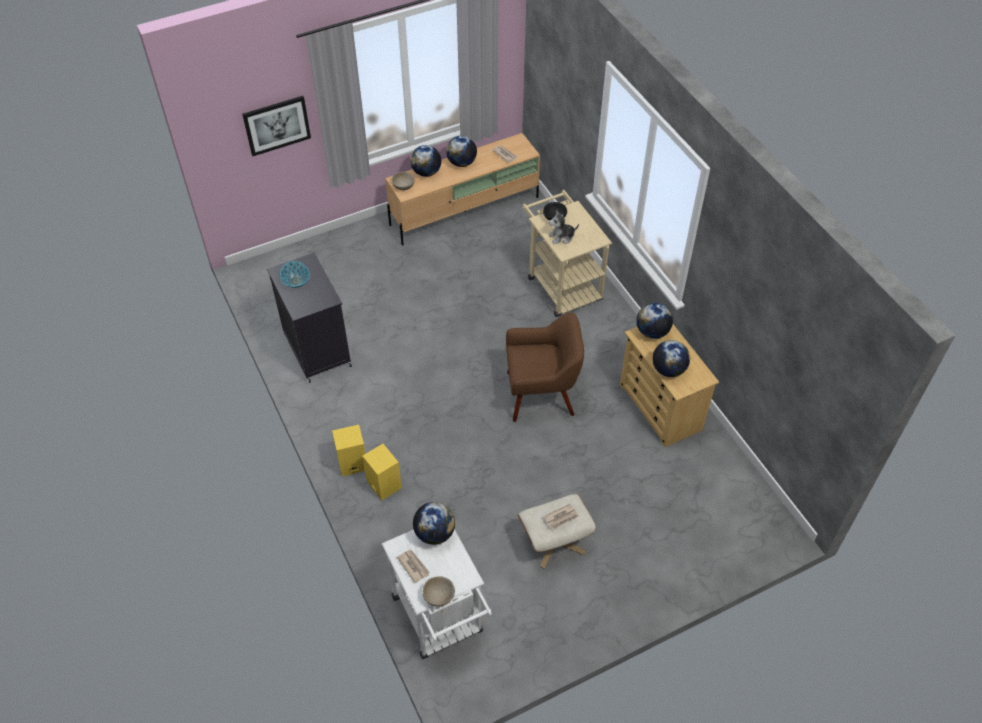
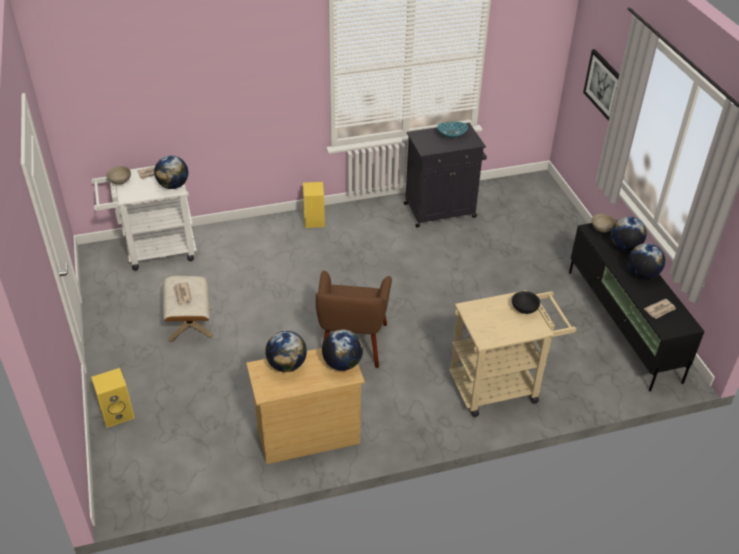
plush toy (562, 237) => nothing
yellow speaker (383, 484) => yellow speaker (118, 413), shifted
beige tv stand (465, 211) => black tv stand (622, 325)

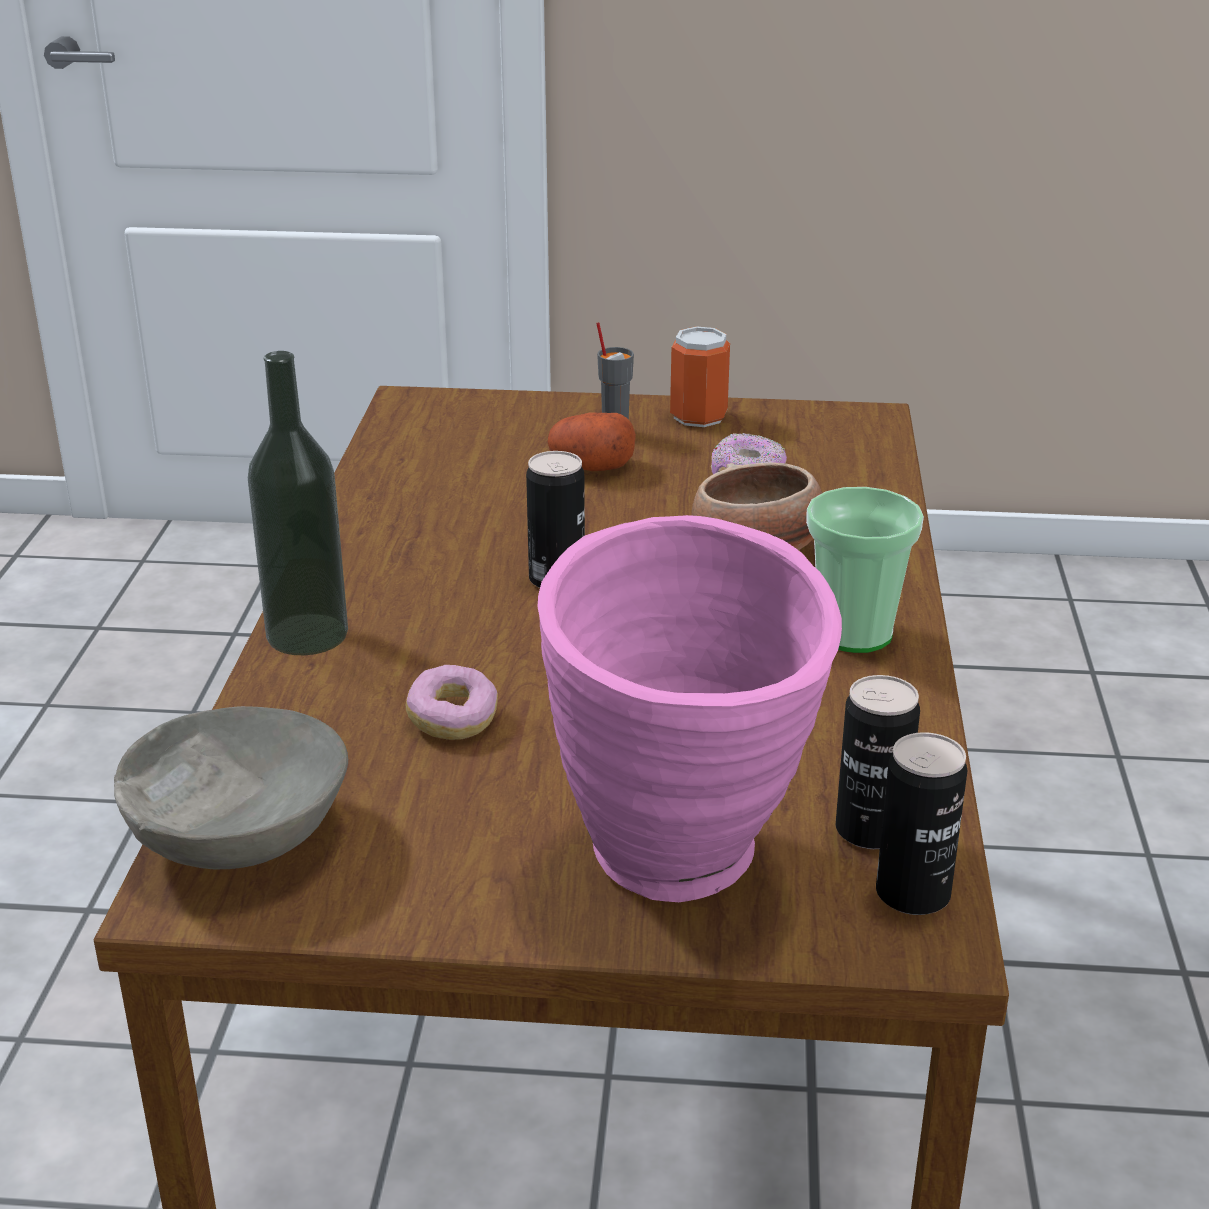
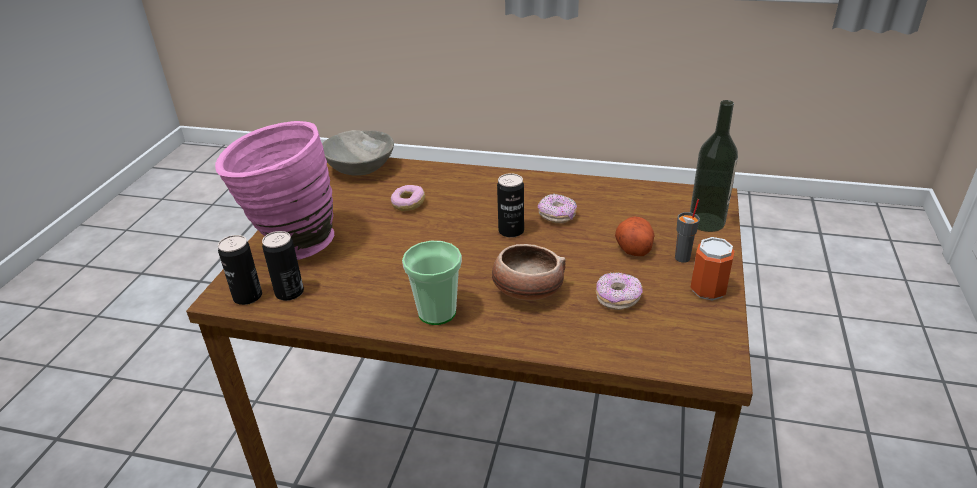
nothing => donut (557, 216)
bottle (307, 634) => bottle (706, 222), shifted

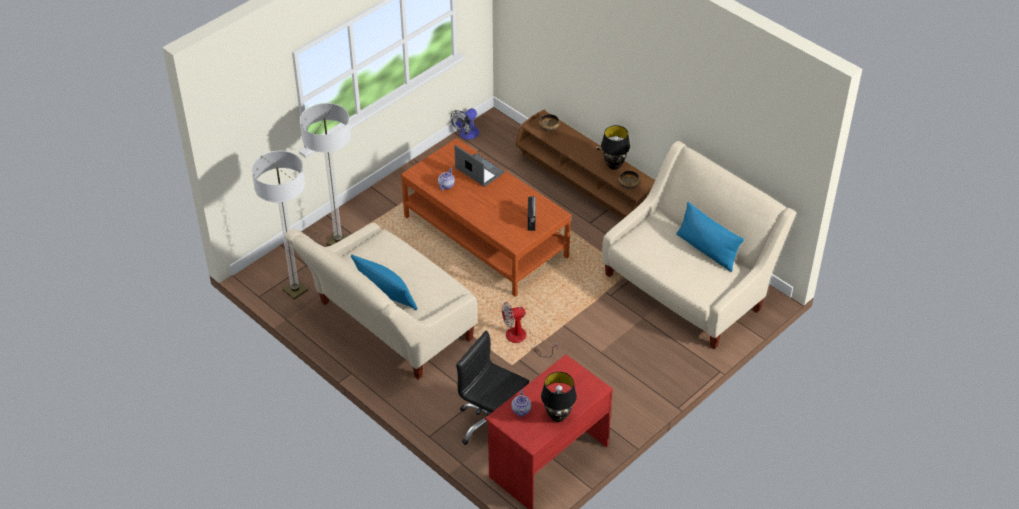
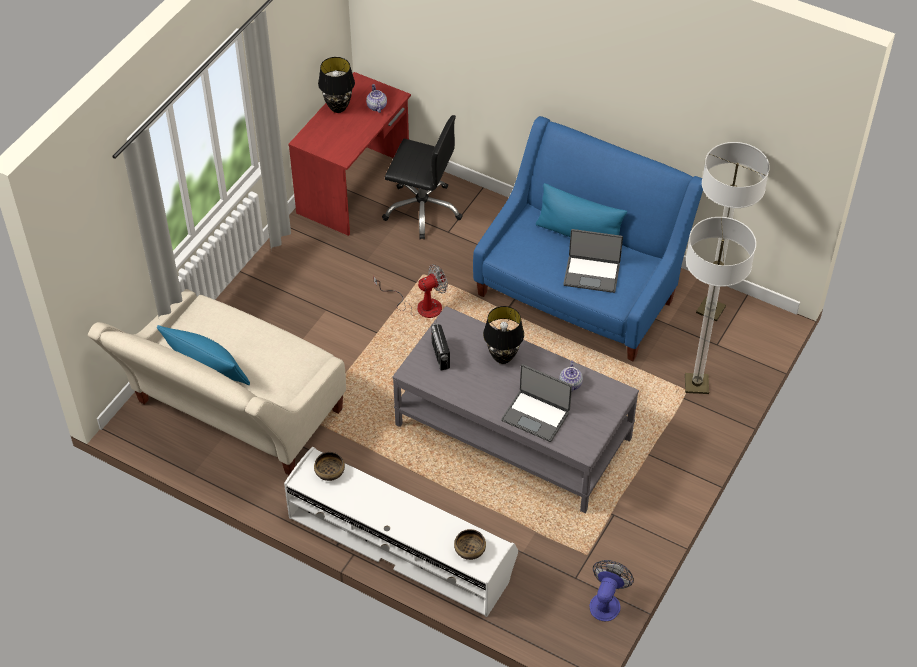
nothing => laptop (592, 274)
black table lamp (614, 166) => black table lamp (502, 357), shifted
beige sofa (388, 326) => blue sofa (580, 289)
brown coffee table (485, 236) => grey coffee table (513, 432)
brown tv stand (585, 187) => white tv stand (401, 543)

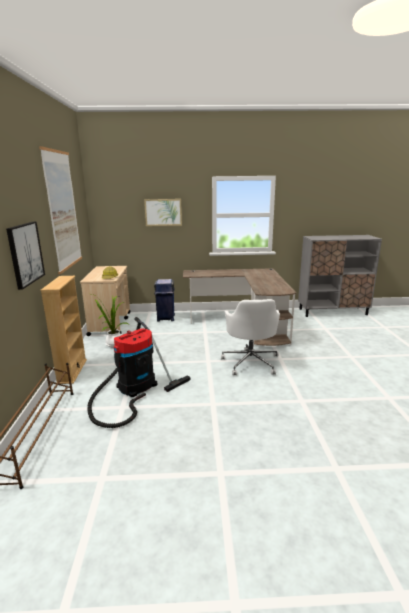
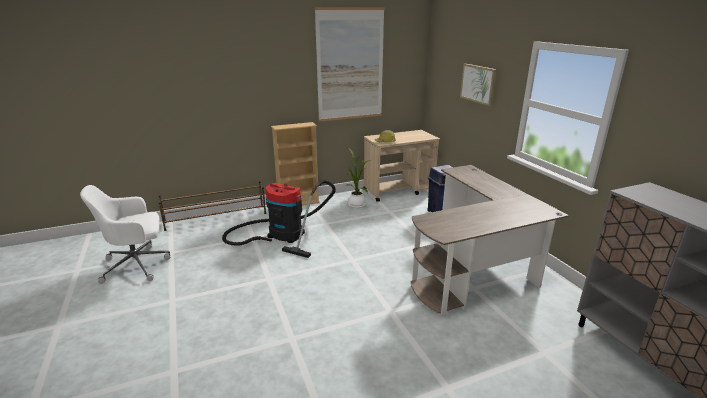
picture (25, 254) => nothing
white office chair (251, 362) => white office chair (137, 265), shifted

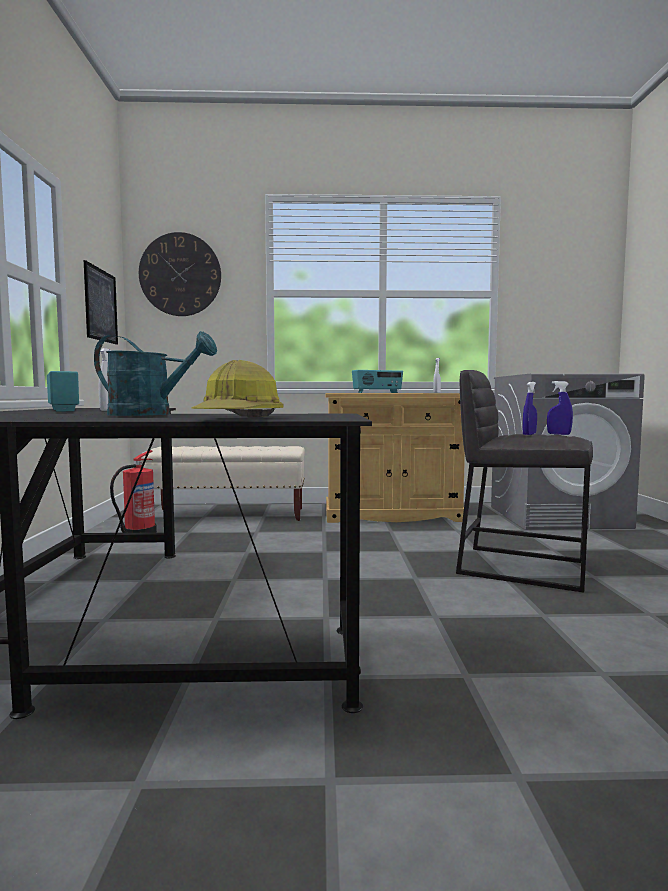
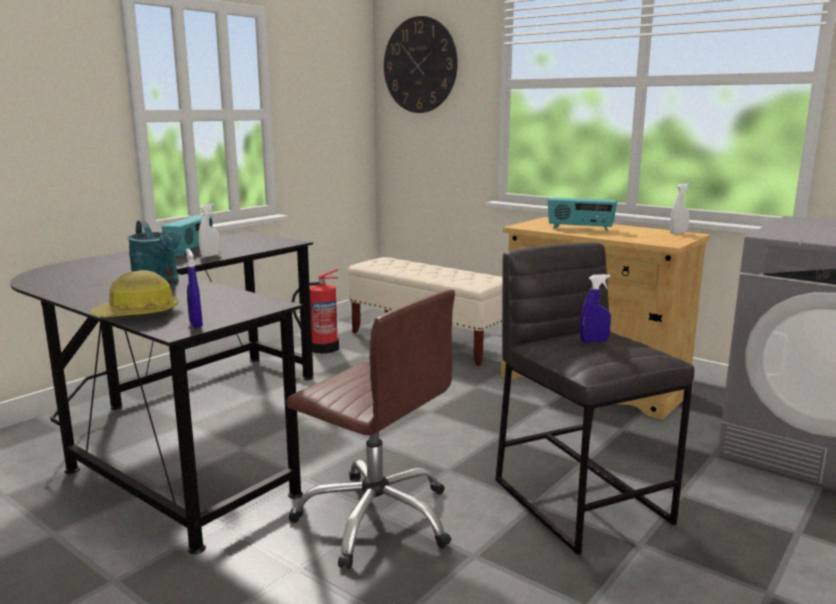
picture (101, 305) => nothing
nothing => brown office chair (376, 518)
blue spray bottle (559, 434) => blue spray bottle (196, 324), shifted

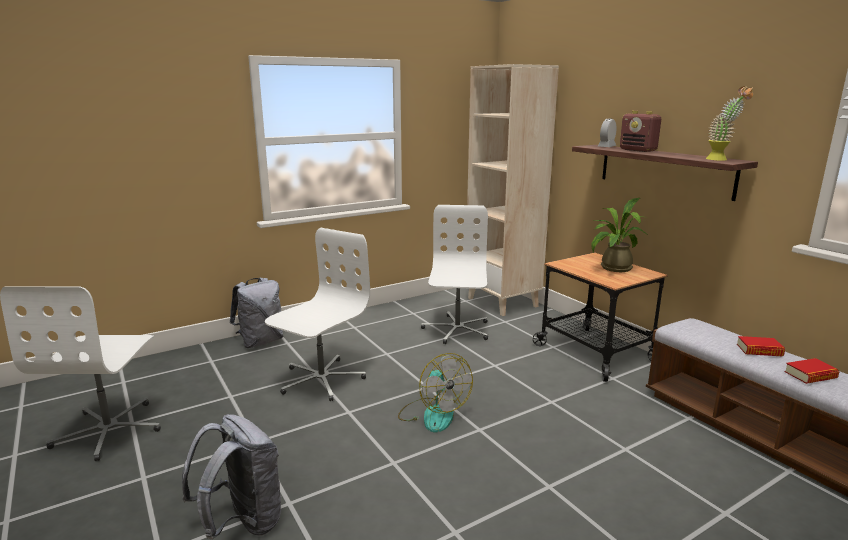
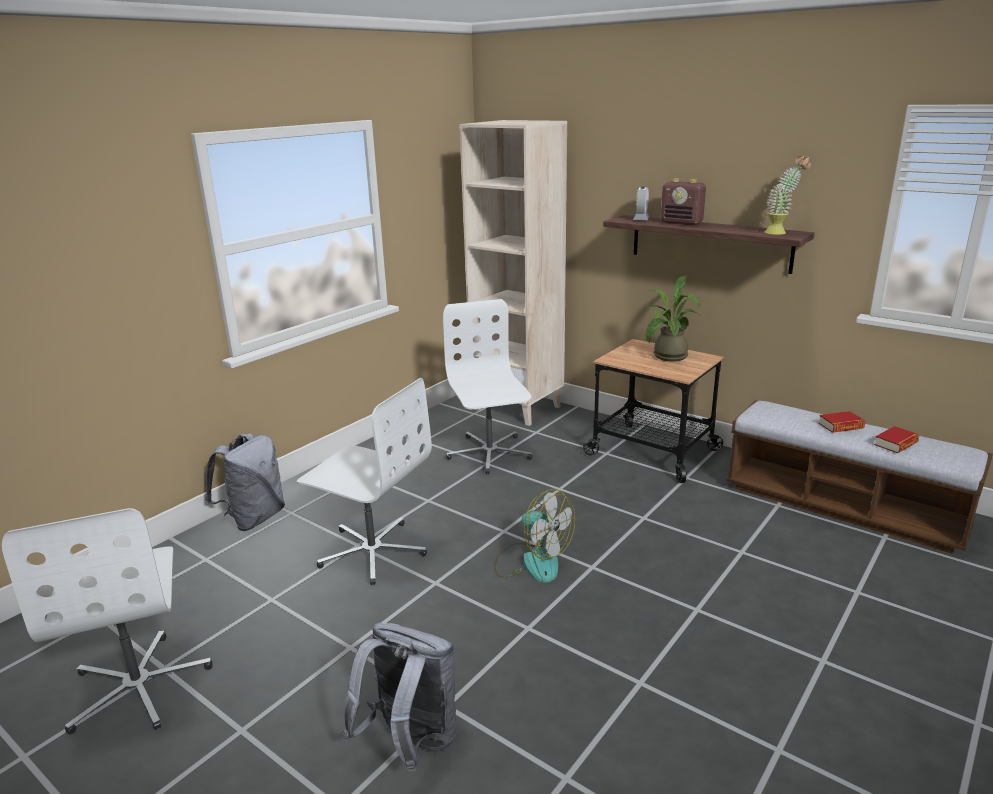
white office chair (321, 380) => white office chair (372, 551), 105 degrees clockwise

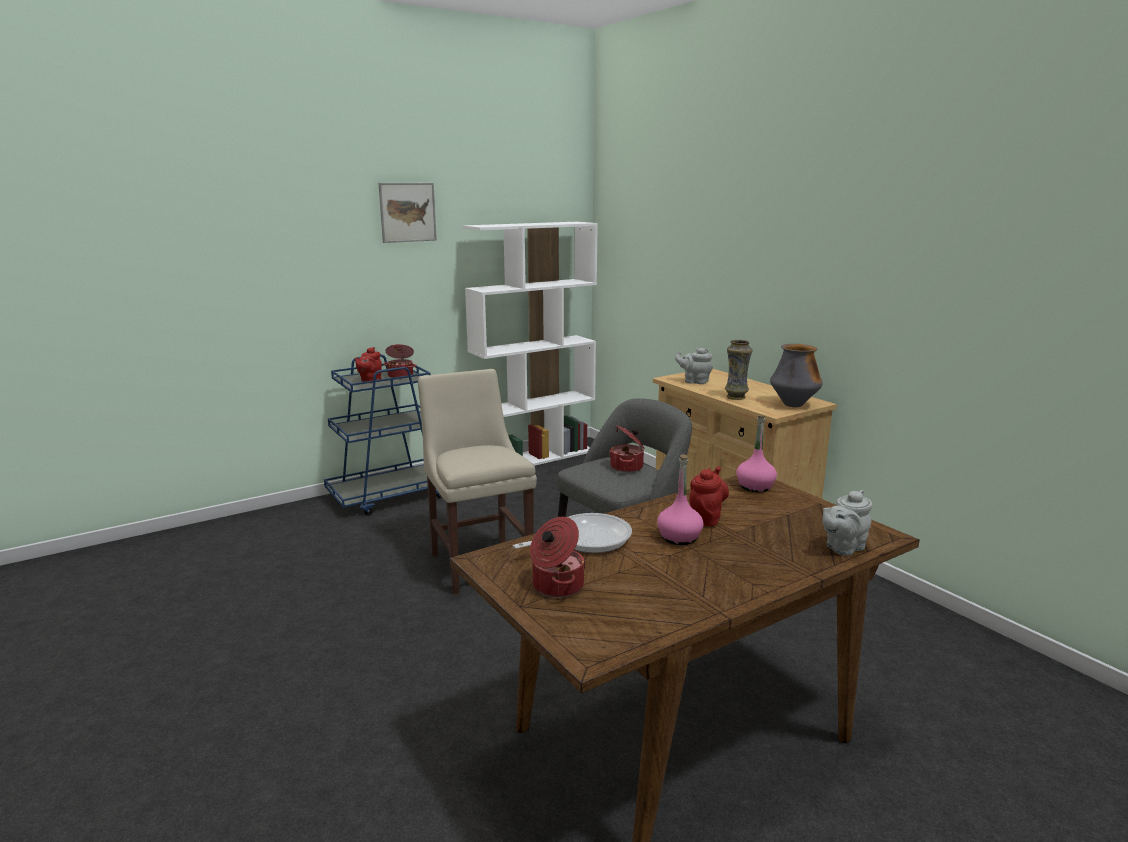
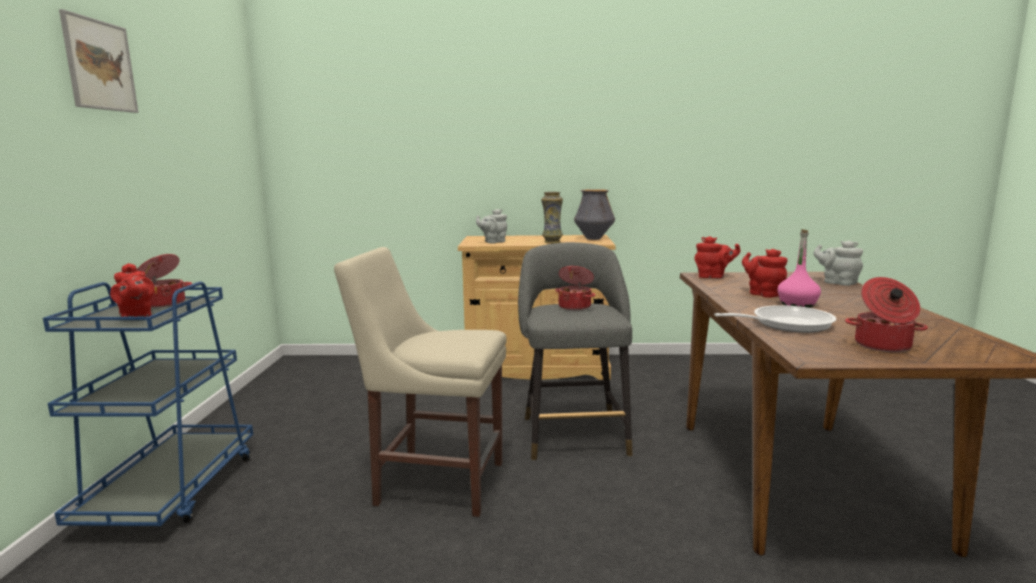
white bookcase (535, 458) => nothing
pink bottle (755, 486) => red teapot (713, 277)
frying pan (585, 540) => frying pan (785, 324), 75 degrees clockwise
grey teapot (842, 548) => grey teapot (837, 282), 135 degrees clockwise

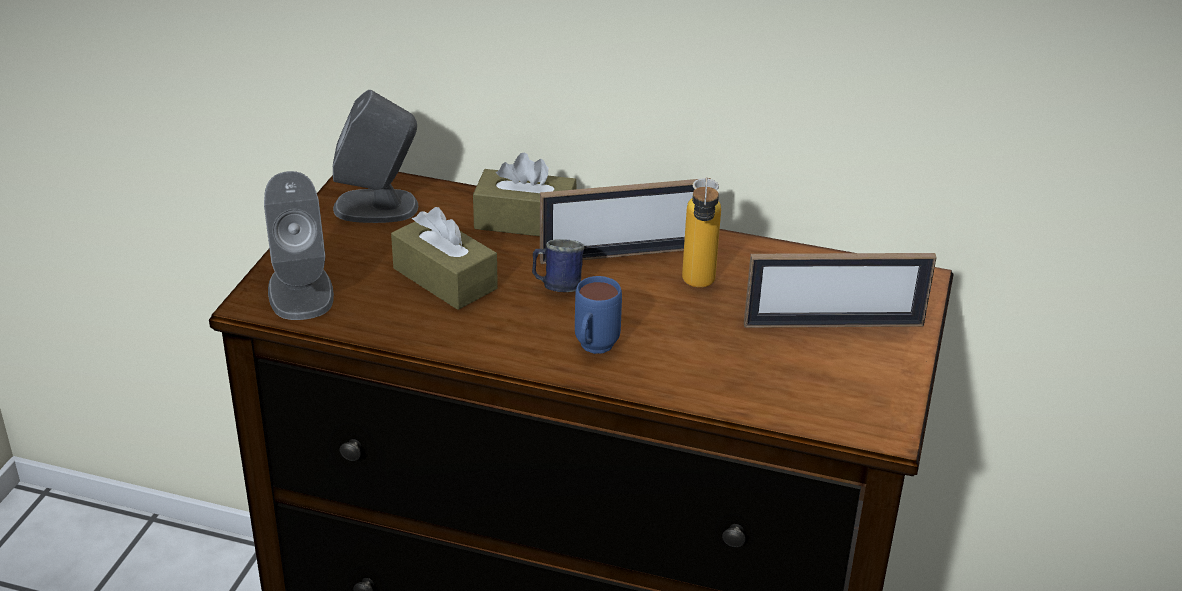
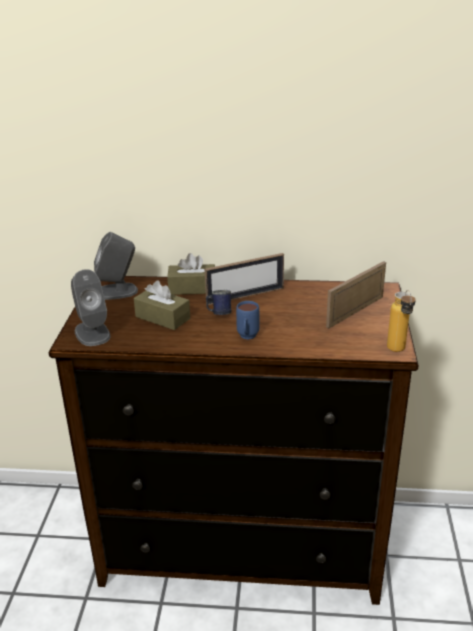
bottle (698, 287) => bottle (398, 352), shifted
picture frame (833, 324) => picture frame (355, 311), 150 degrees clockwise

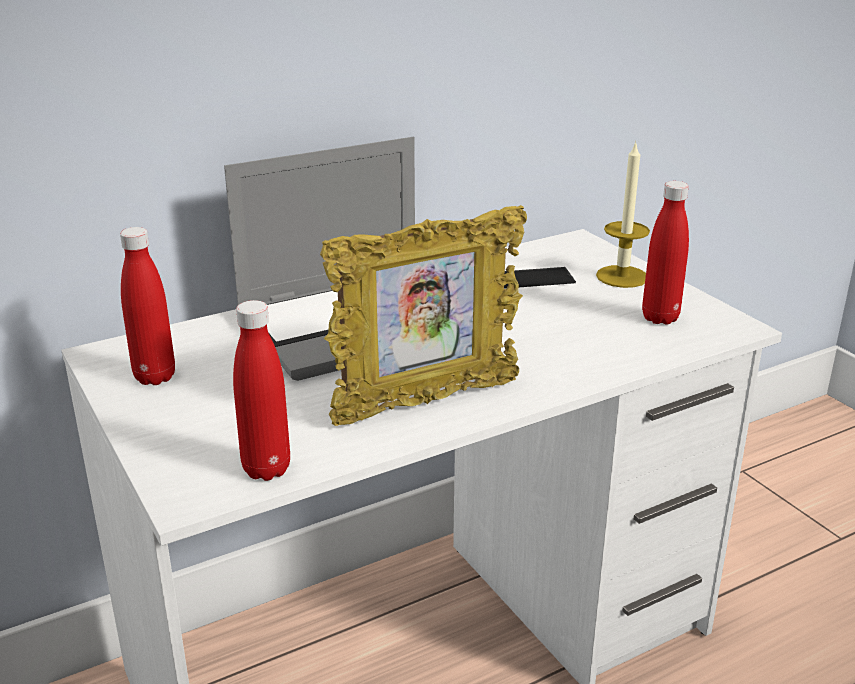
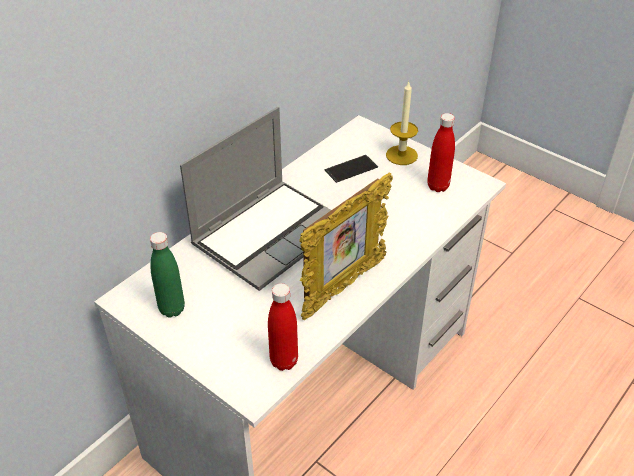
red bottle (155, 377) => green bottle (172, 309)

